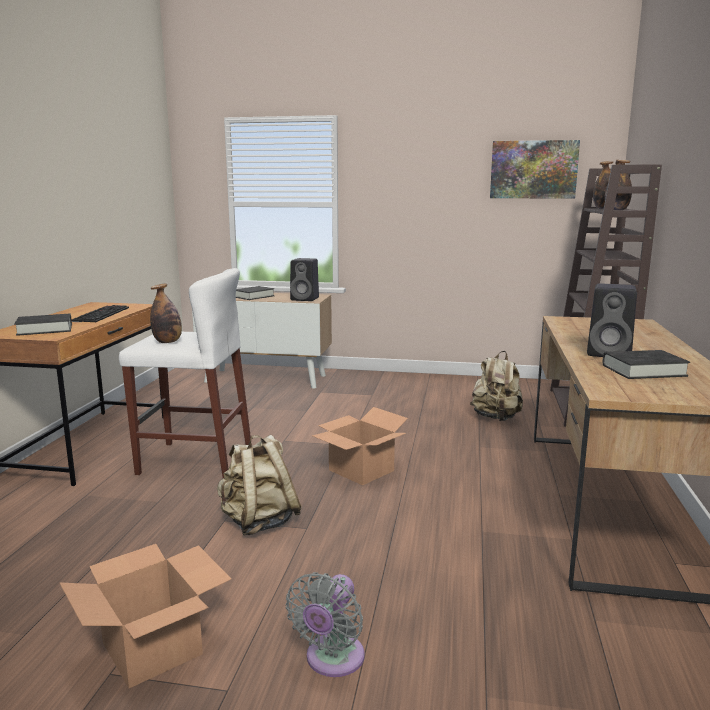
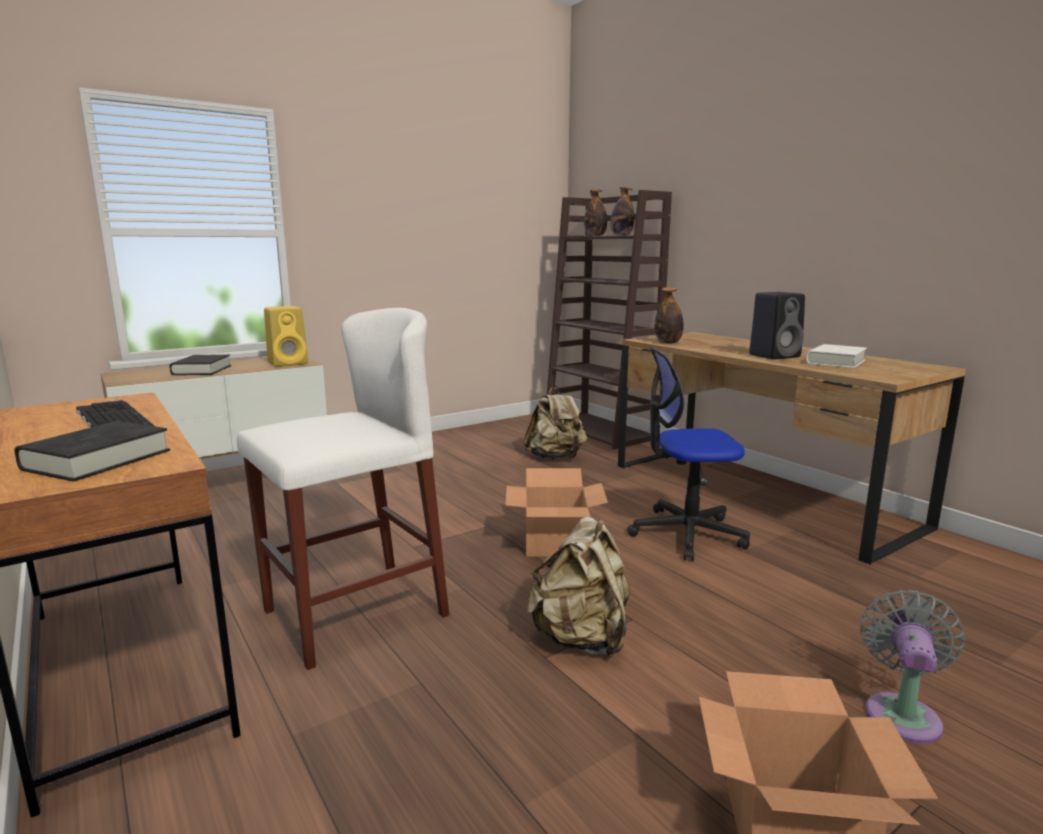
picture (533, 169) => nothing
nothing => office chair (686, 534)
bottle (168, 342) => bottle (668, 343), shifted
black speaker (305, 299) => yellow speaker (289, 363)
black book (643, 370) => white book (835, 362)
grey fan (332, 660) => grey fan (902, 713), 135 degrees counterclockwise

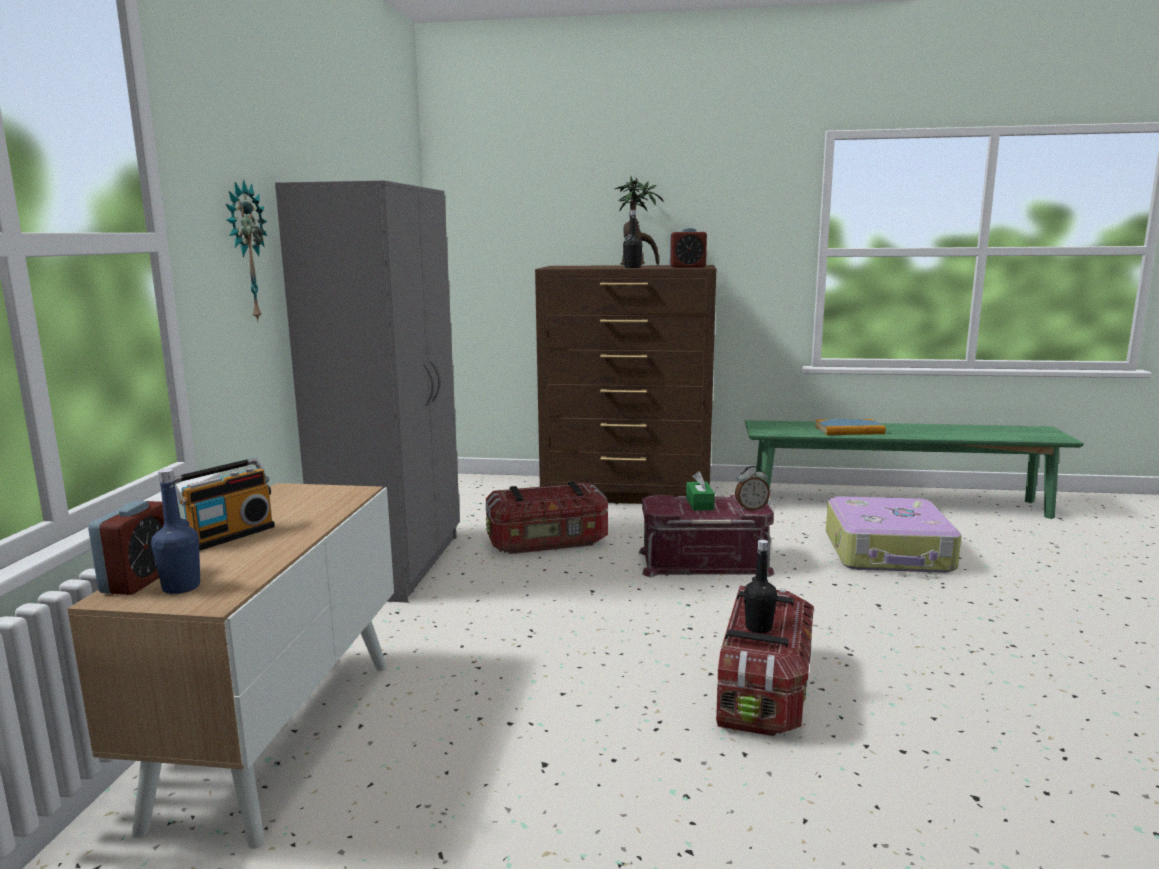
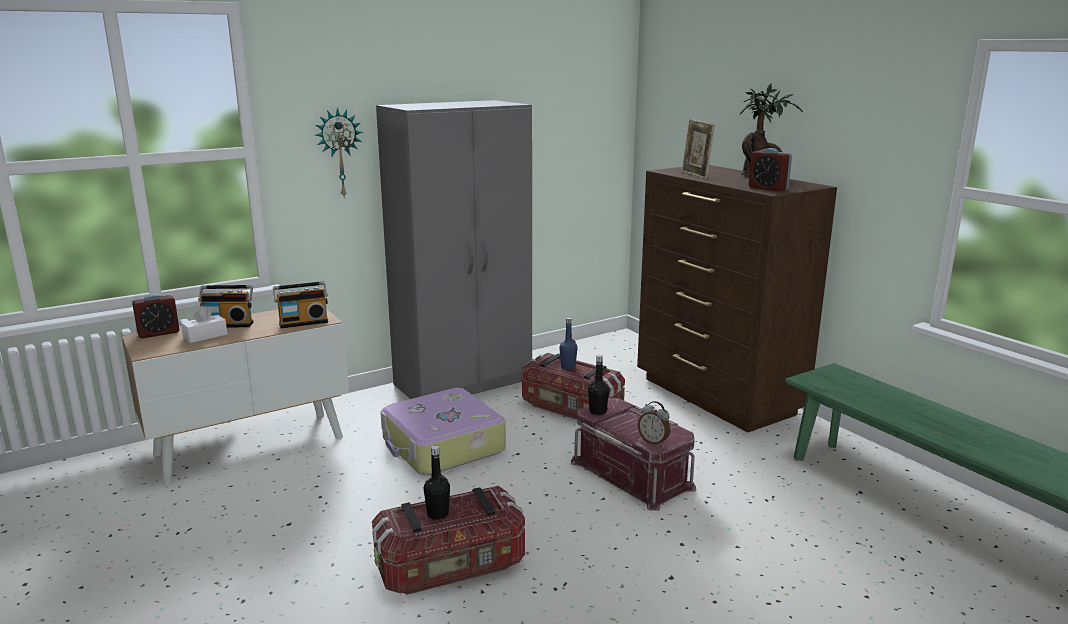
green tissue box (700, 504) => nothing
book (849, 430) => nothing
nothing => white tissue box (205, 336)
nothing => radio (303, 322)
nothing => picture frame (696, 175)
blue bottle (181, 587) => blue bottle (568, 367), shifted
black bottle (632, 267) => black bottle (597, 411), shifted
suitcase (888, 552) => suitcase (442, 446), shifted

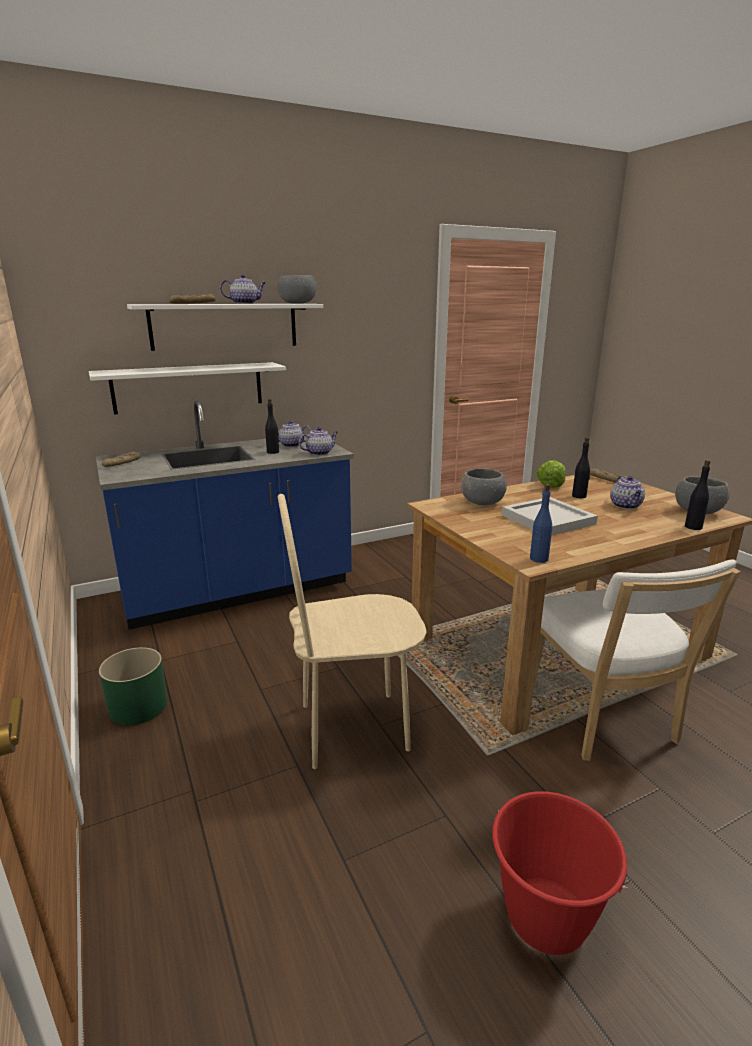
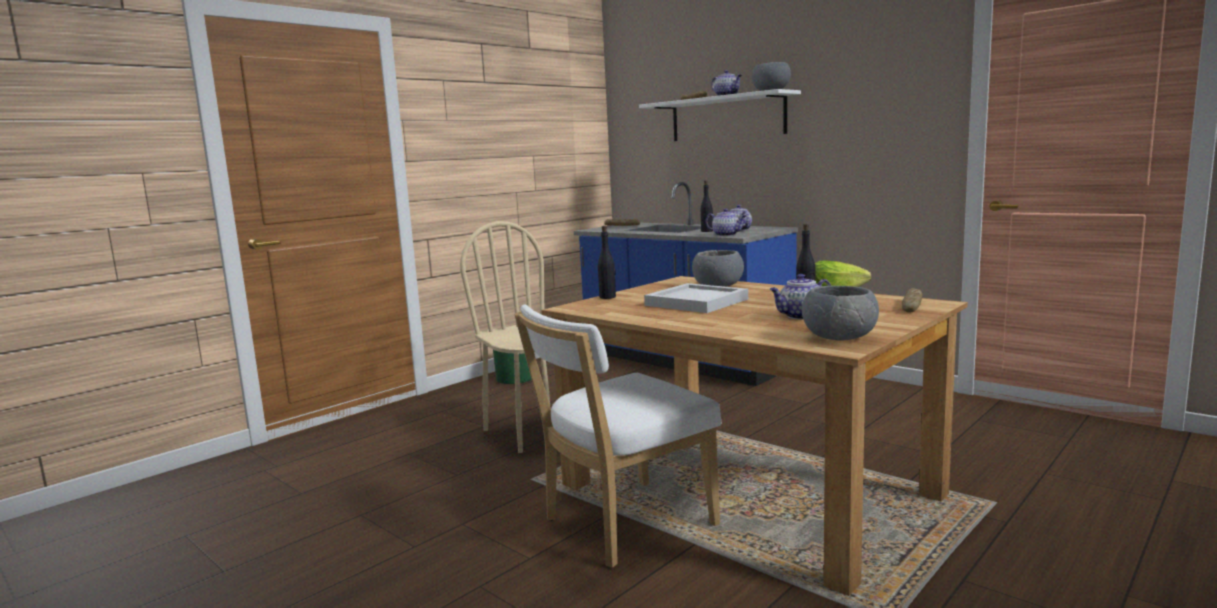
white shelf (189, 387) => nothing
red bucket (545, 917) => nothing
blue bottle (538, 559) => nothing
black bottle (693, 527) => black bottle (608, 297), shifted

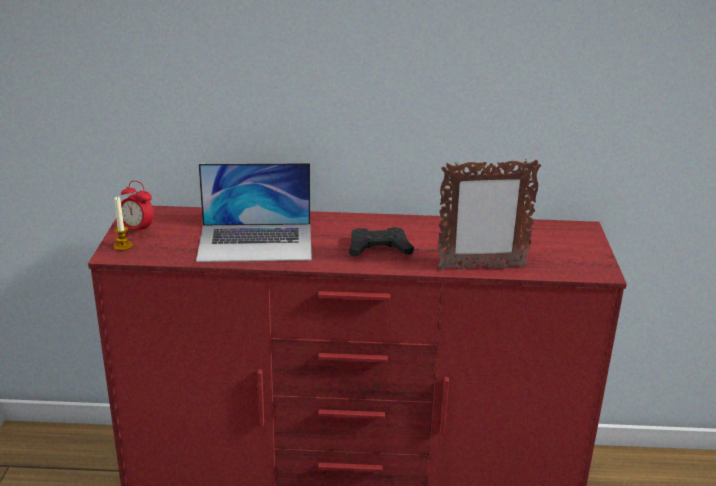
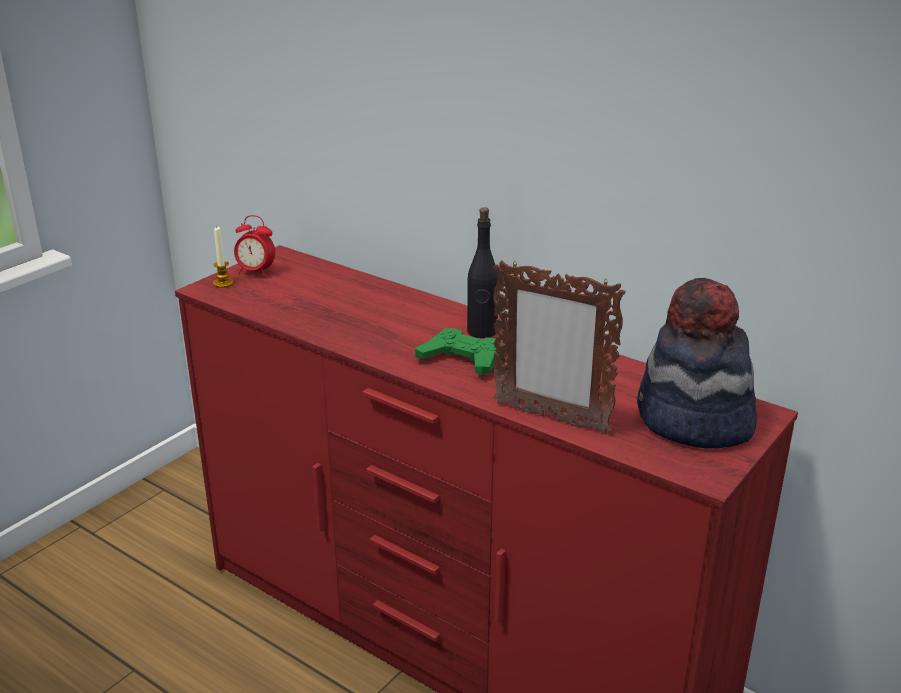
laptop (256, 242) => nothing
nothing => black bottle (482, 332)
nothing => hat (693, 421)
black game controller (379, 249) => green game controller (462, 359)
alarm clock (137, 230) => alarm clock (256, 272), 45 degrees counterclockwise

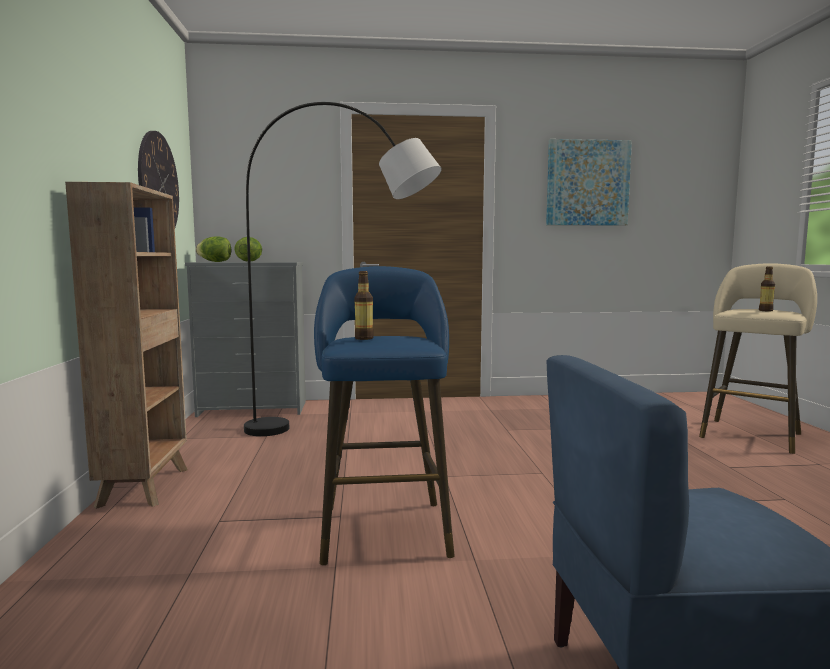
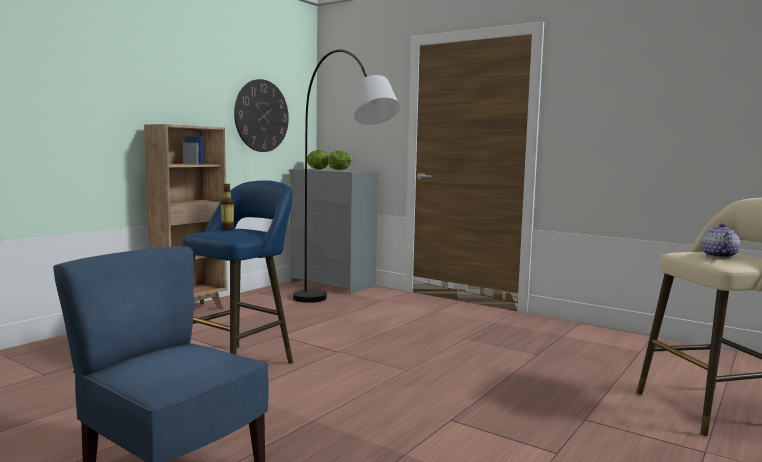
picture (587, 183) => nothing
bottle (765, 310) => teapot (718, 256)

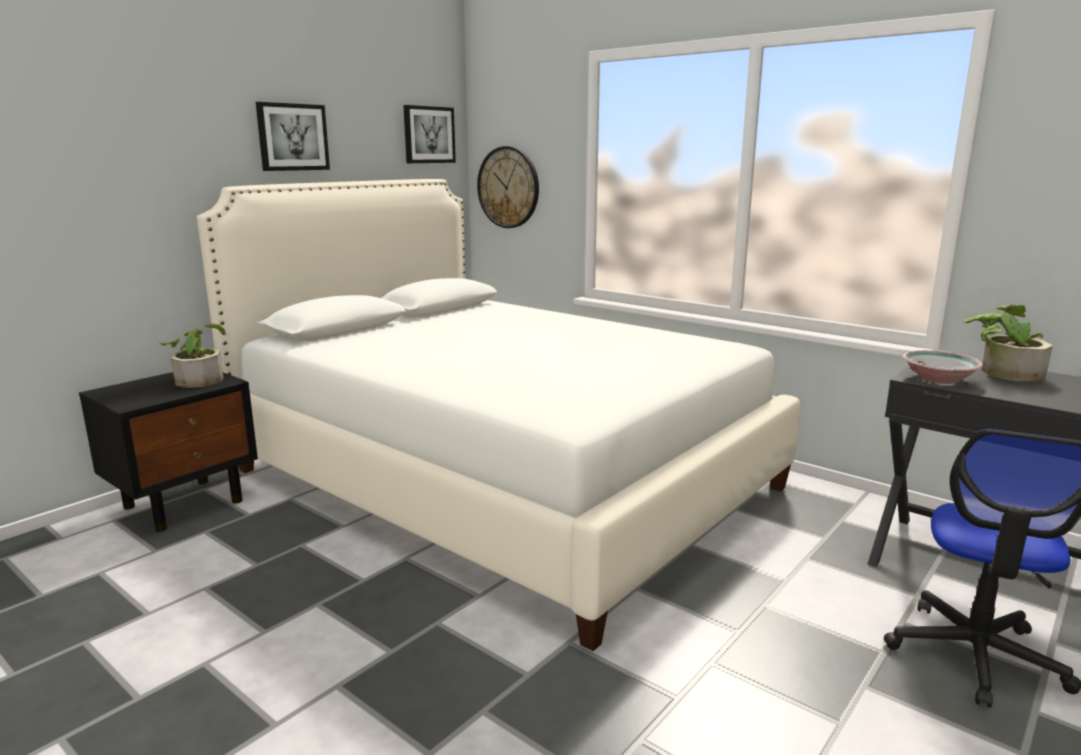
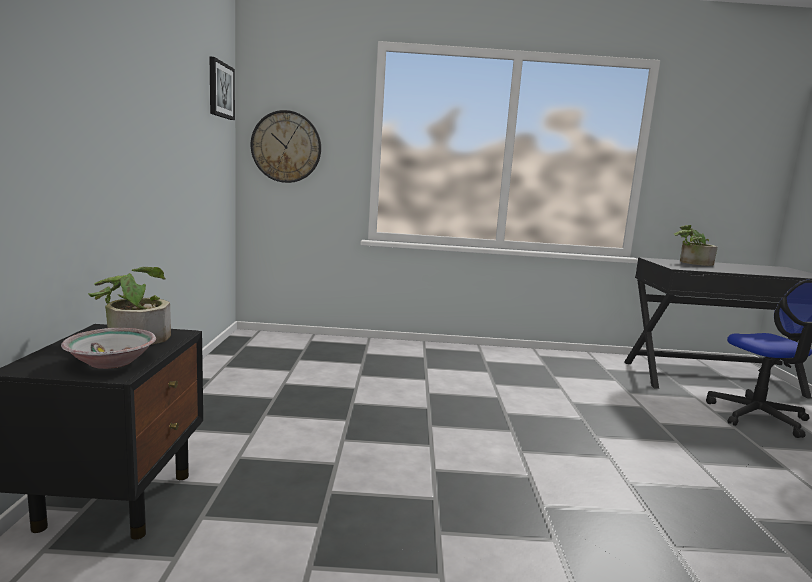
white bed (502, 478) => nothing
picture (292, 137) => nothing
bowl (938, 379) => bowl (111, 362), shifted

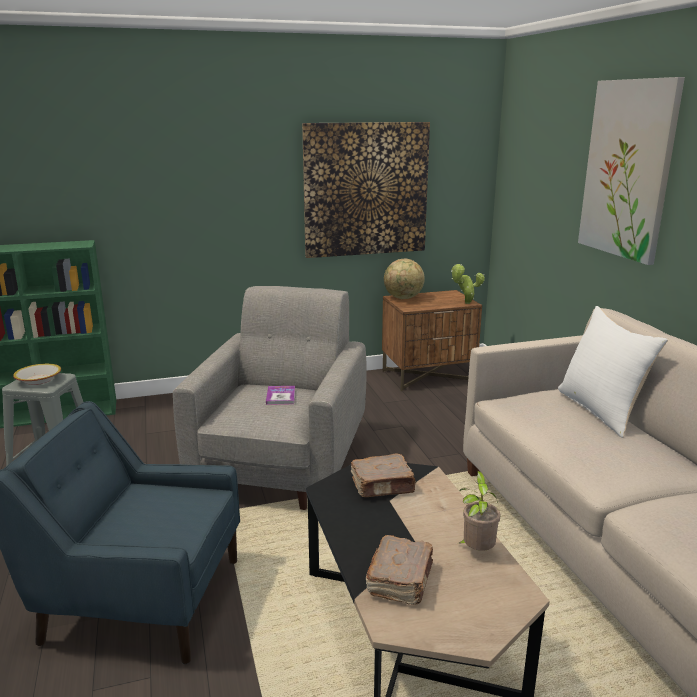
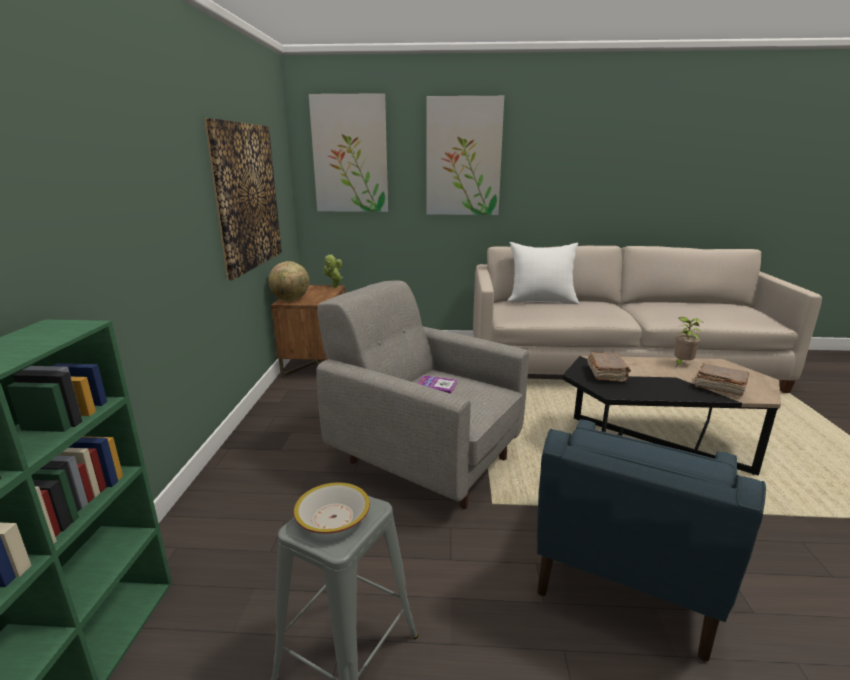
nothing => picture (350, 154)

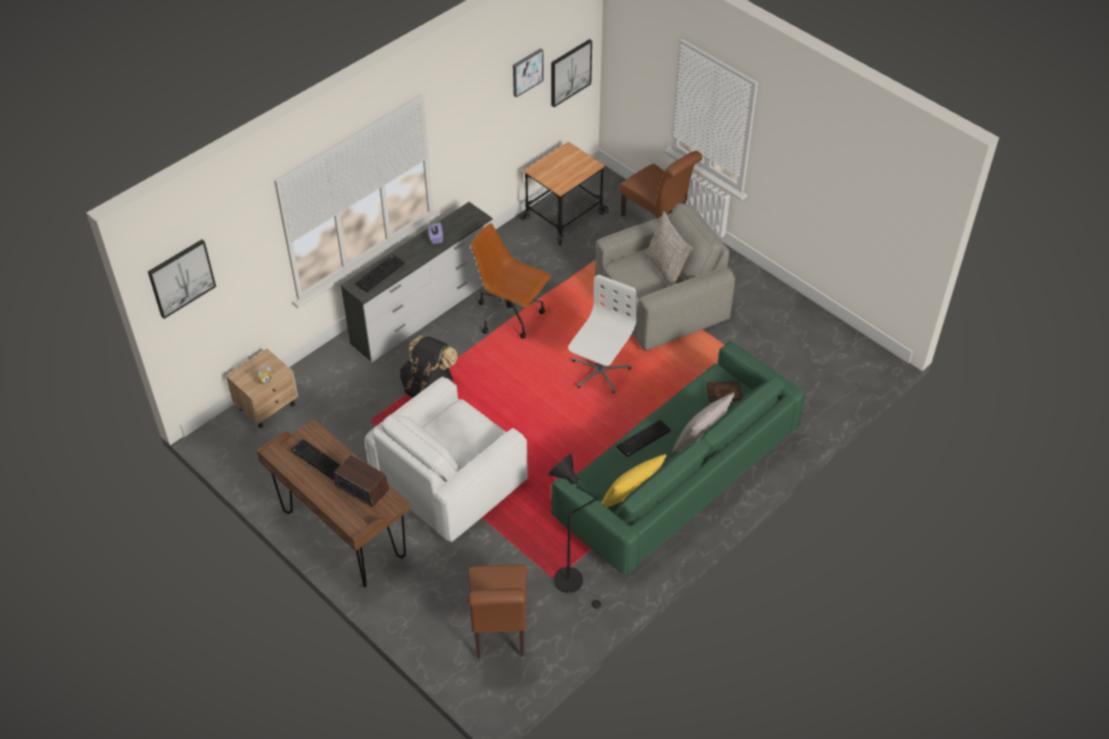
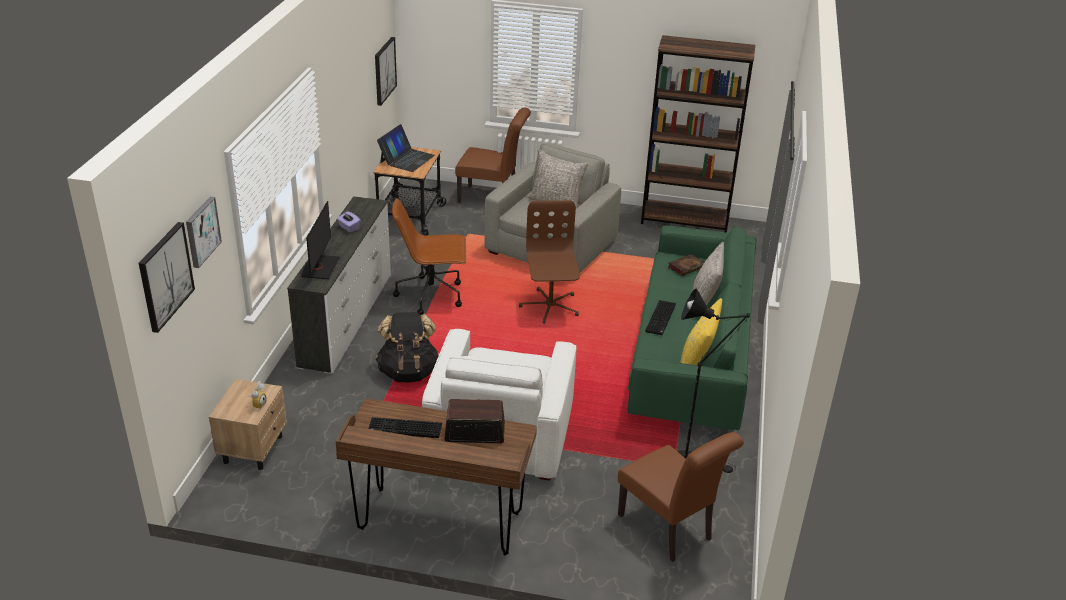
nothing => laptop (406, 159)
nothing => brown bookcase (685, 221)
picture (526, 72) => picture (201, 231), shifted
keyboard (380, 273) => monitor (320, 267)
white office chair (599, 372) => brown office chair (549, 306)

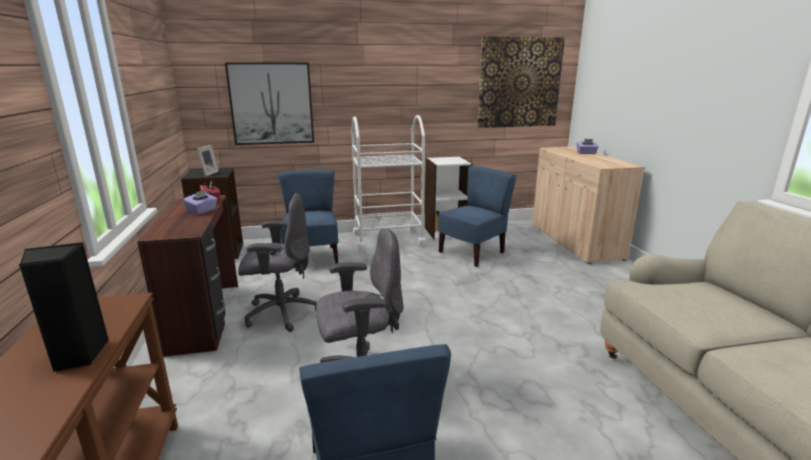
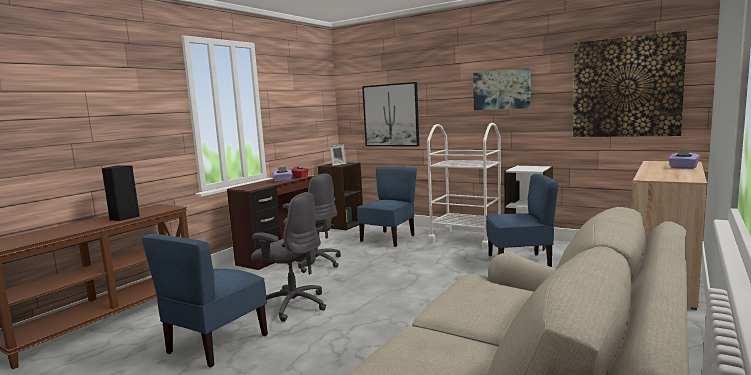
nothing => picture (501, 90)

